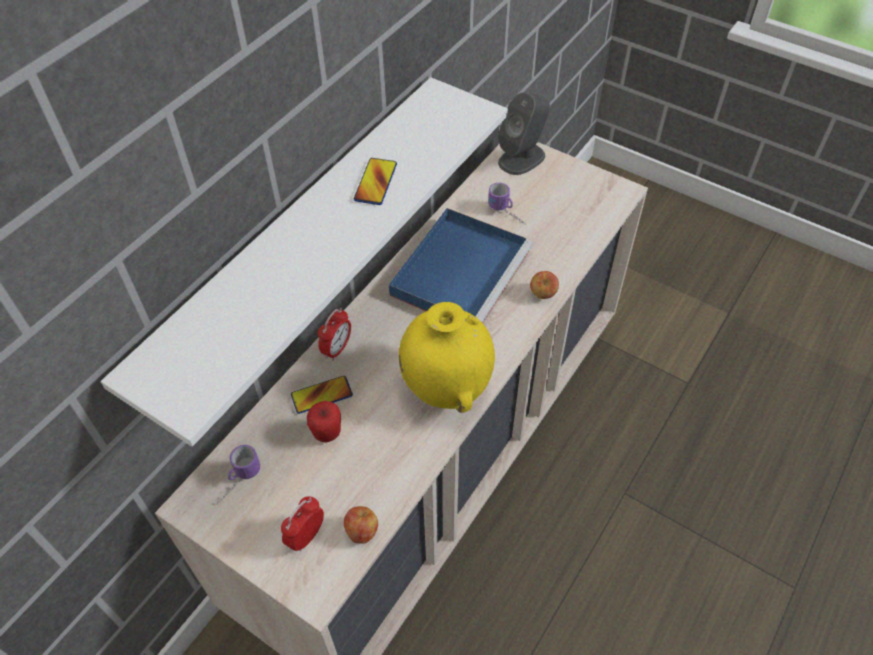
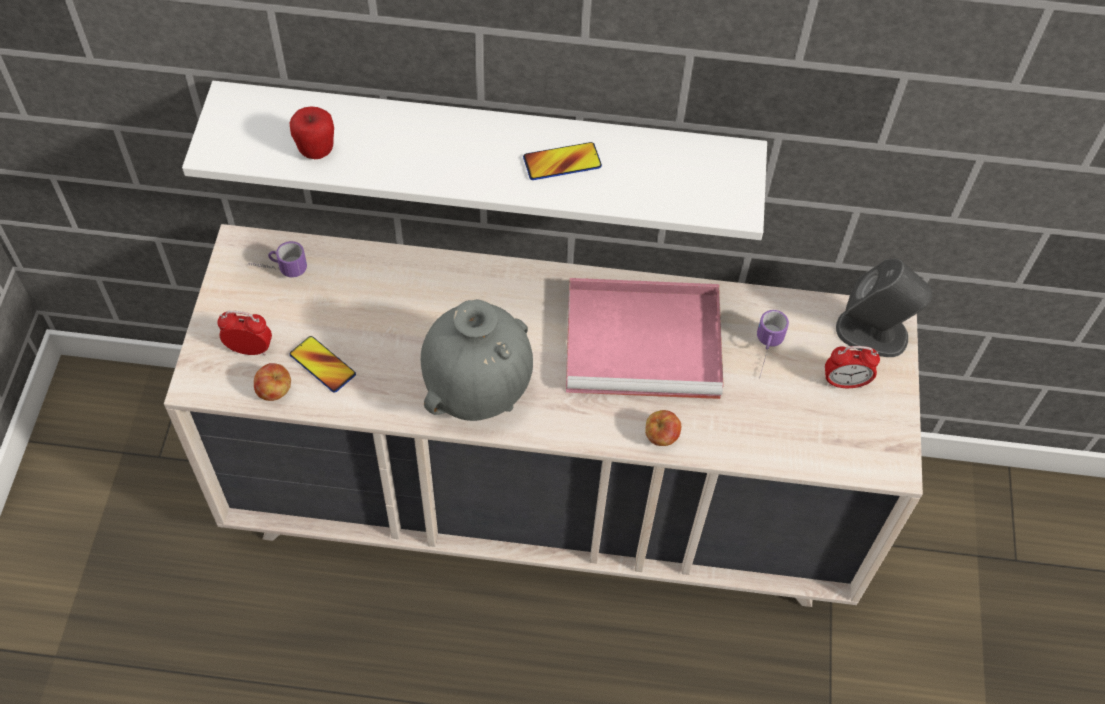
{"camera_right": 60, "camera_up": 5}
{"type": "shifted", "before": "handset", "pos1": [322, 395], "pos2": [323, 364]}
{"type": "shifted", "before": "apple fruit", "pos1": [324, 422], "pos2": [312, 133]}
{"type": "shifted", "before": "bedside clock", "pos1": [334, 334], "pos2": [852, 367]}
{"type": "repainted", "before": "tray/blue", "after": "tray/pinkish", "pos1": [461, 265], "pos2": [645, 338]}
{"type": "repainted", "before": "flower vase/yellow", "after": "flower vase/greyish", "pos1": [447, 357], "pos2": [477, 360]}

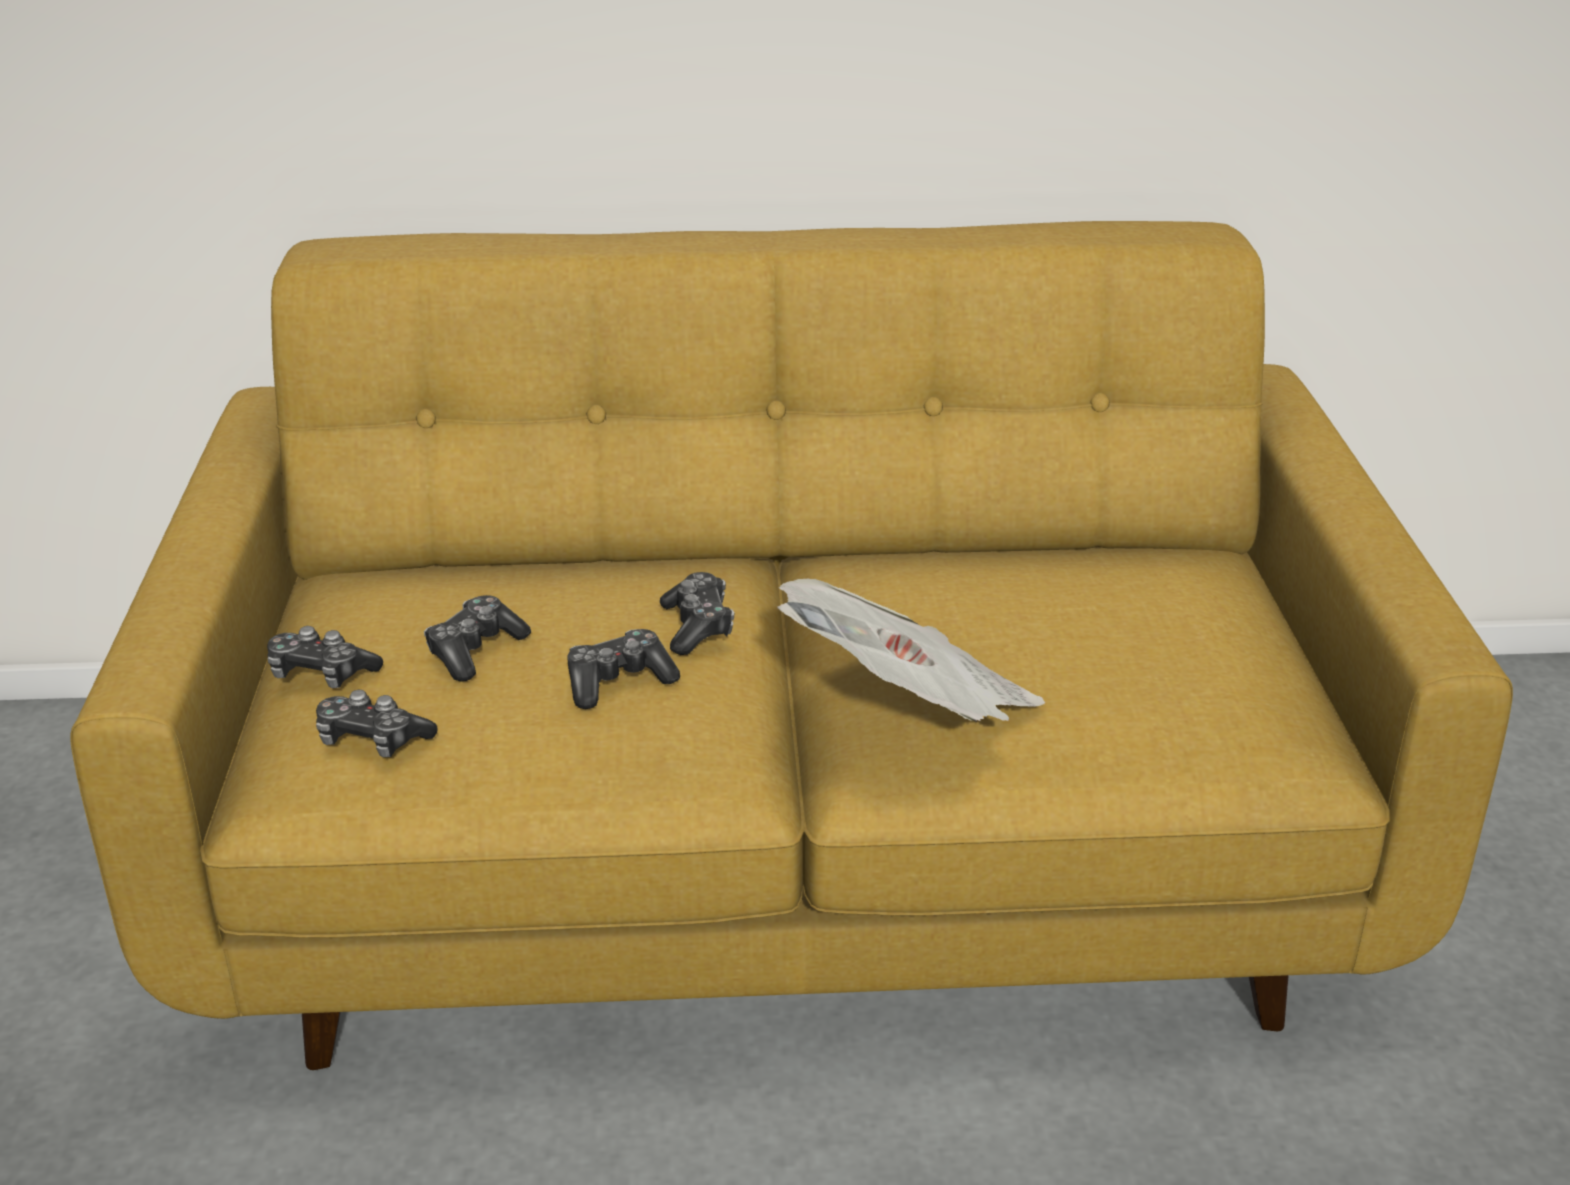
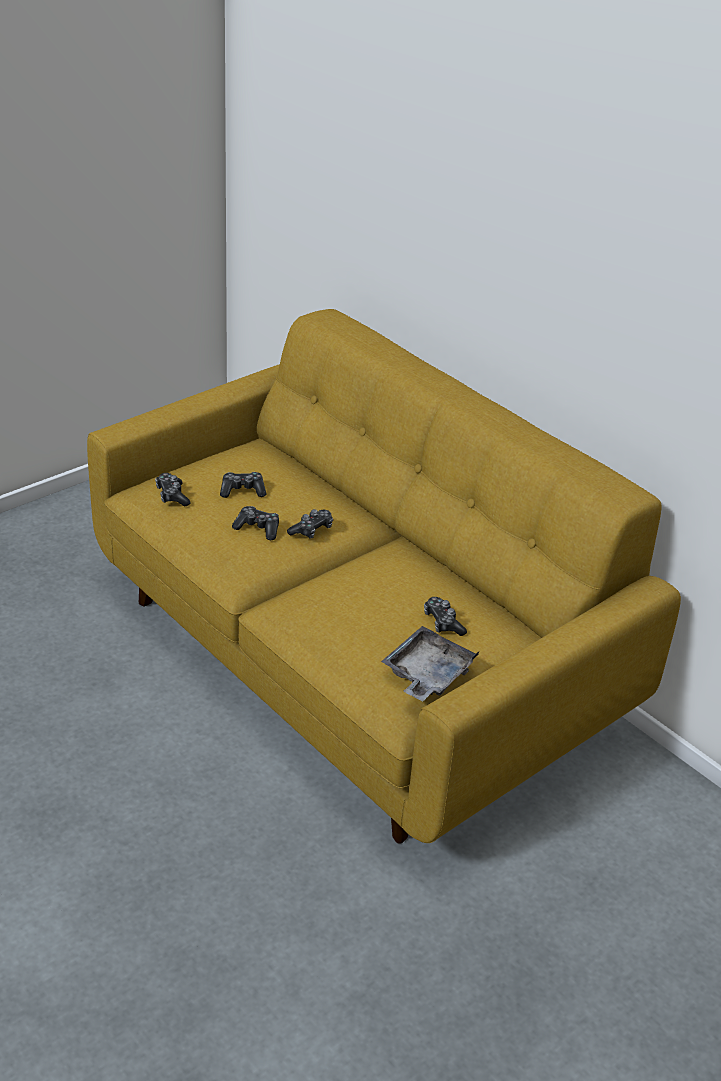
{"camera_right": 50, "camera_up": 5}
{"type": "shifted", "before": "game controller", "pos1": [325, 657], "pos2": [445, 616]}
{"type": "gone", "before": "newspaper", "pos1": [911, 650]}
{"type": "new", "after": "tray/greyish", "pos2": [430, 663]}

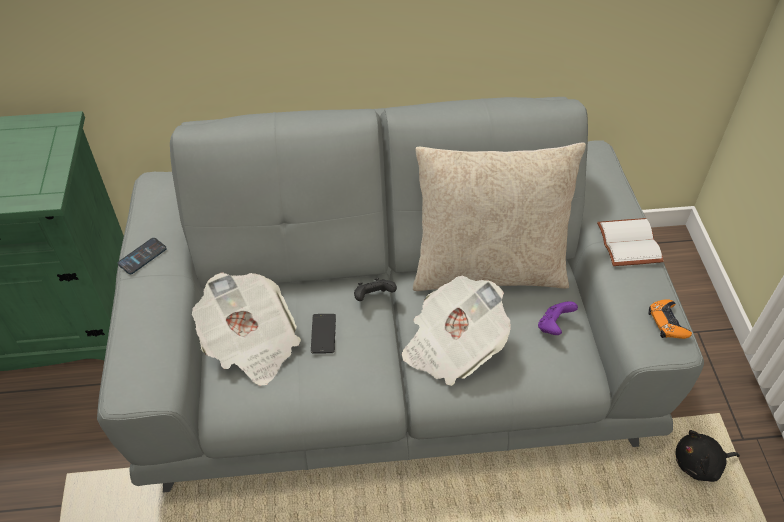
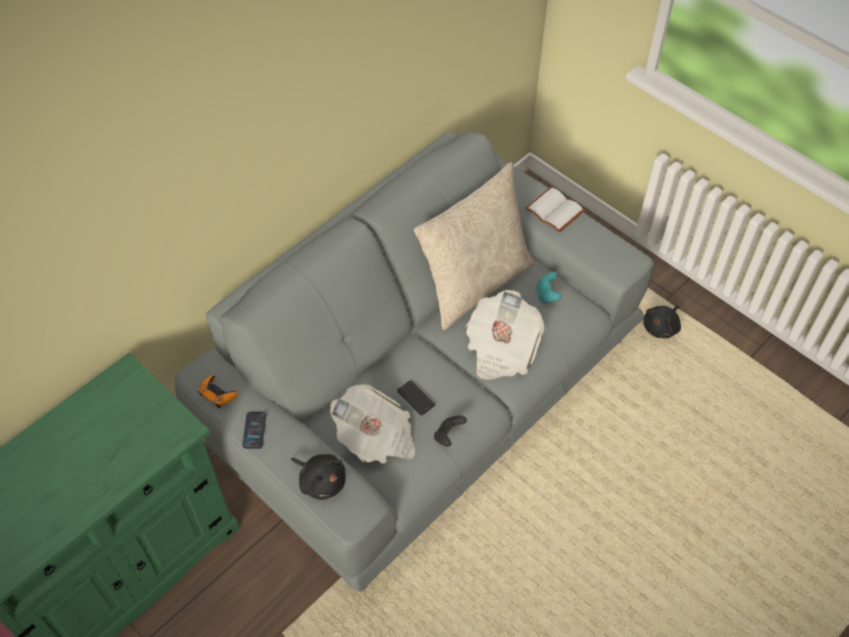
{"camera_right": -40, "camera_up": 5}
{"type": "shifted", "before": "game controller/blackish", "pos1": [375, 289], "pos2": [450, 430]}
{"type": "repainted", "before": "game controller/purple-coloured", "after": "game controller/blue-green", "pos1": [558, 318], "pos2": [549, 287]}
{"type": "shifted", "before": "game controller/orange", "pos1": [670, 319], "pos2": [217, 392]}
{"type": "new", "after": "soft toy/blackish", "pos2": [318, 477]}

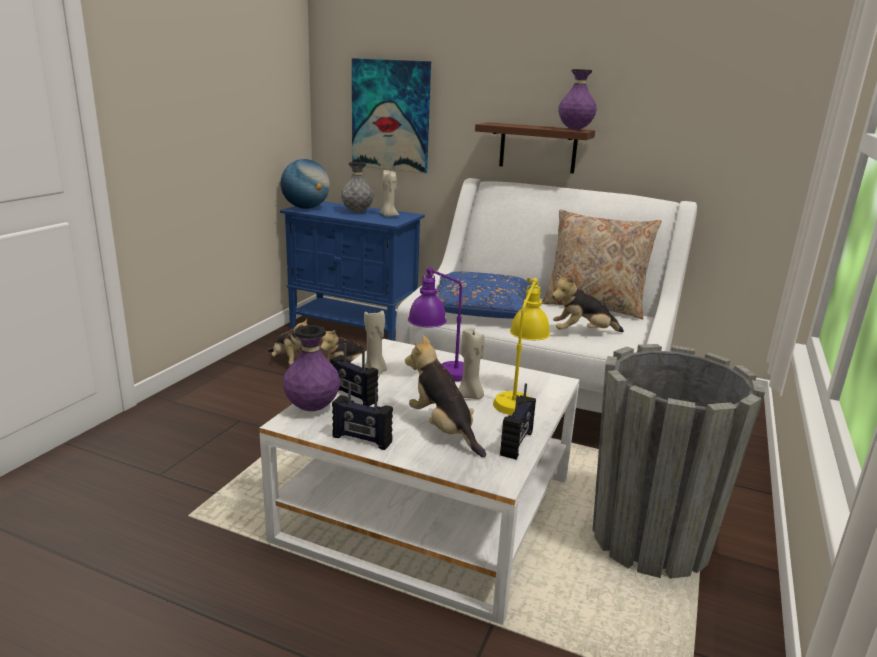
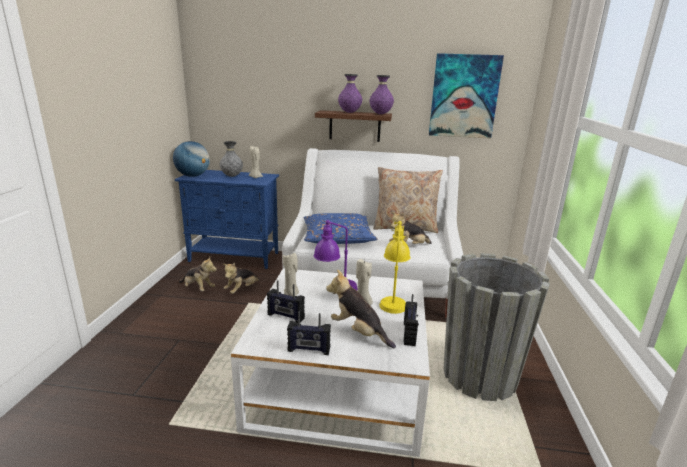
{"camera_right": -15, "camera_up": 0}
{"type": "shifted", "before": "flower vase/purple-coloured", "pos1": [311, 368], "pos2": [350, 93]}
{"type": "shifted", "before": "wall picture", "pos1": [391, 115], "pos2": [466, 95]}

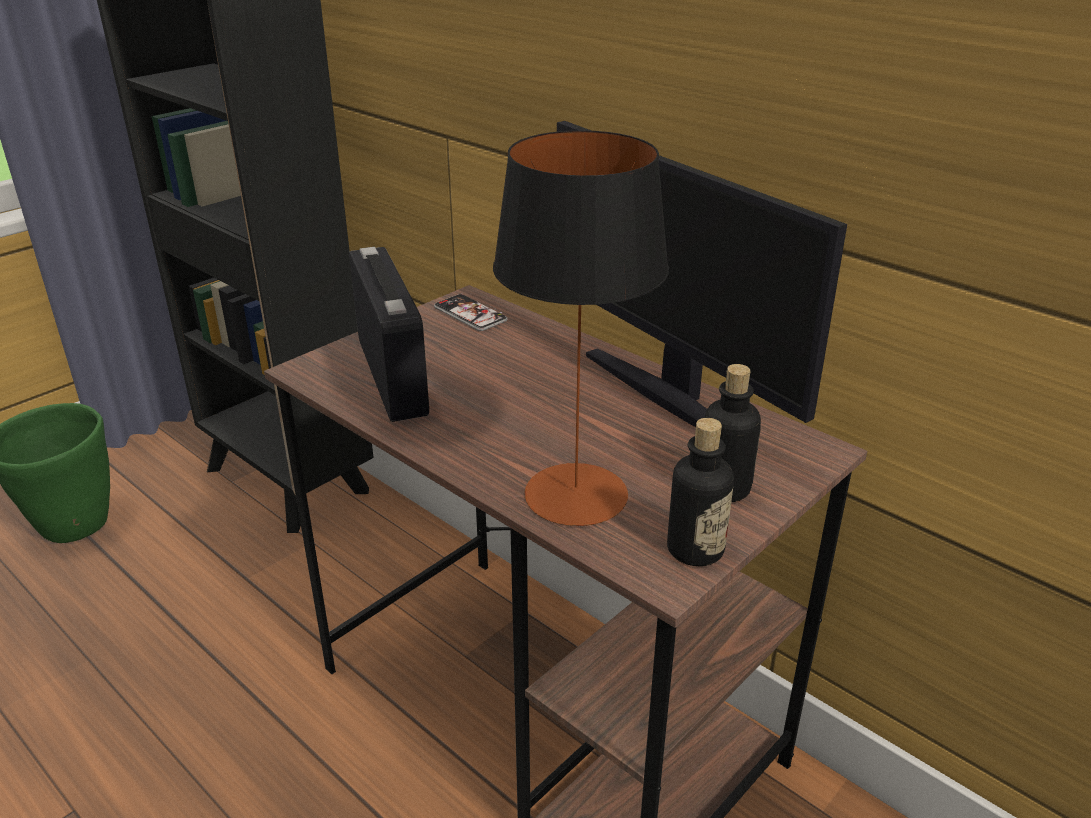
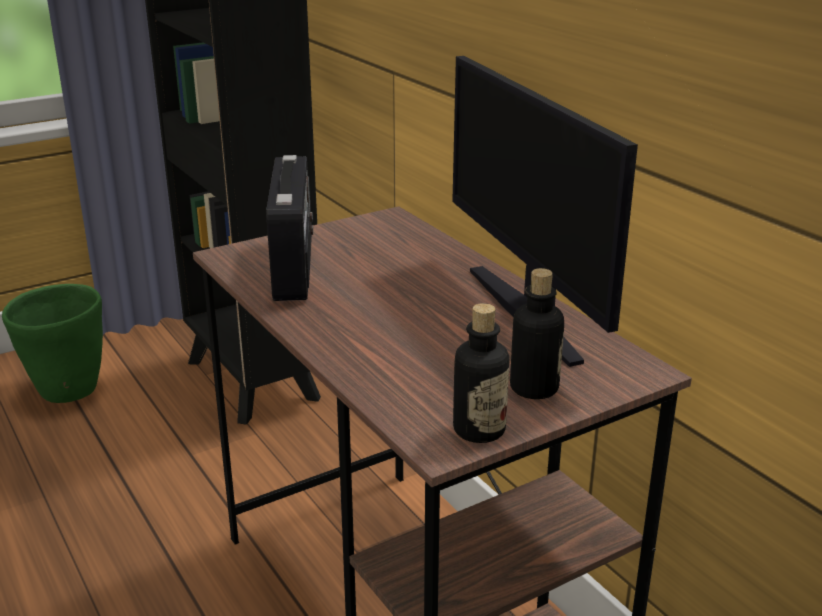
{"camera_right": 15, "camera_up": -5}
{"type": "gone", "before": "handset", "pos1": [470, 312]}
{"type": "gone", "before": "lamp for a table", "pos1": [581, 328]}

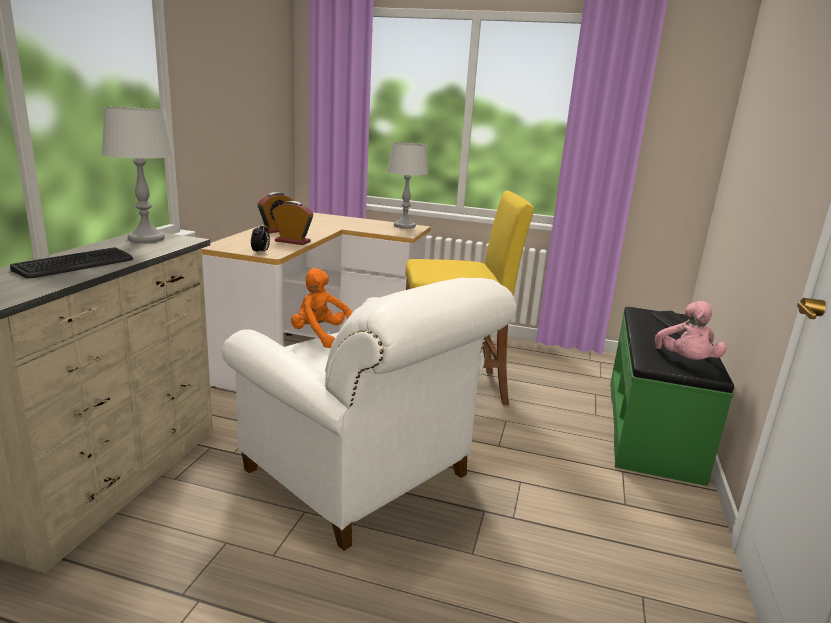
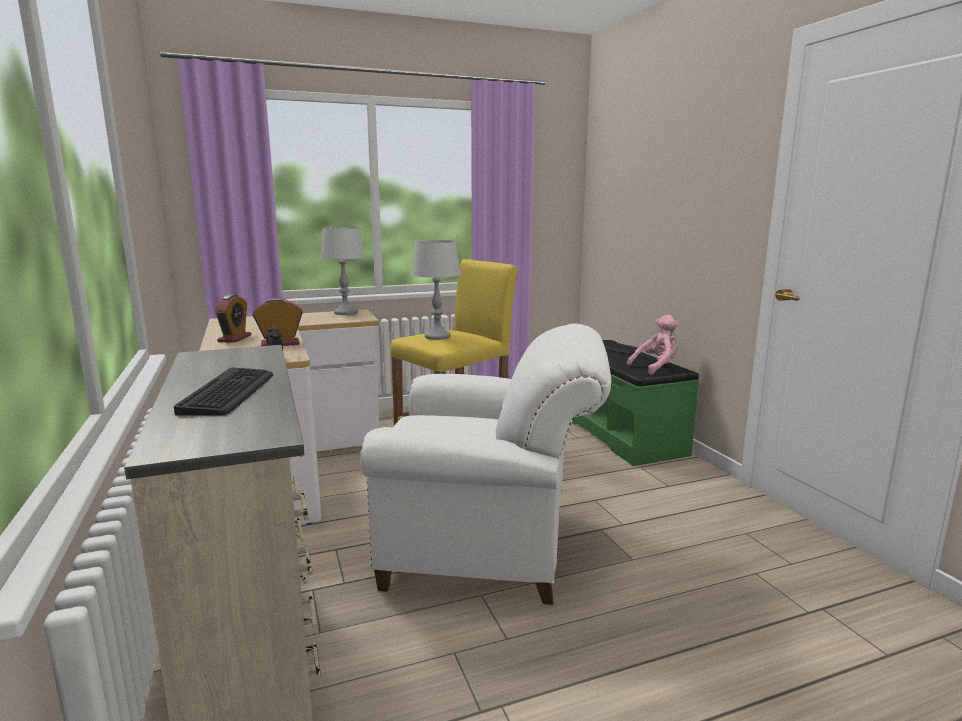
{"camera_right": -35, "camera_up": -5}
{"type": "shifted", "before": "lamp for a table/greyish", "pos1": [138, 175], "pos2": [436, 290]}
{"type": "gone", "before": "soft toy/orange", "pos1": [322, 308]}
{"type": "rotated", "before": "soft toy/pinkish", "pos1": [691, 330], "pos2": [653, 345], "turn": -90}

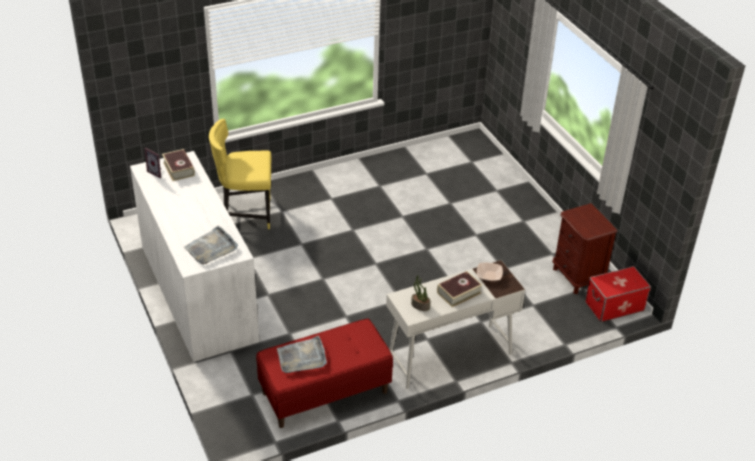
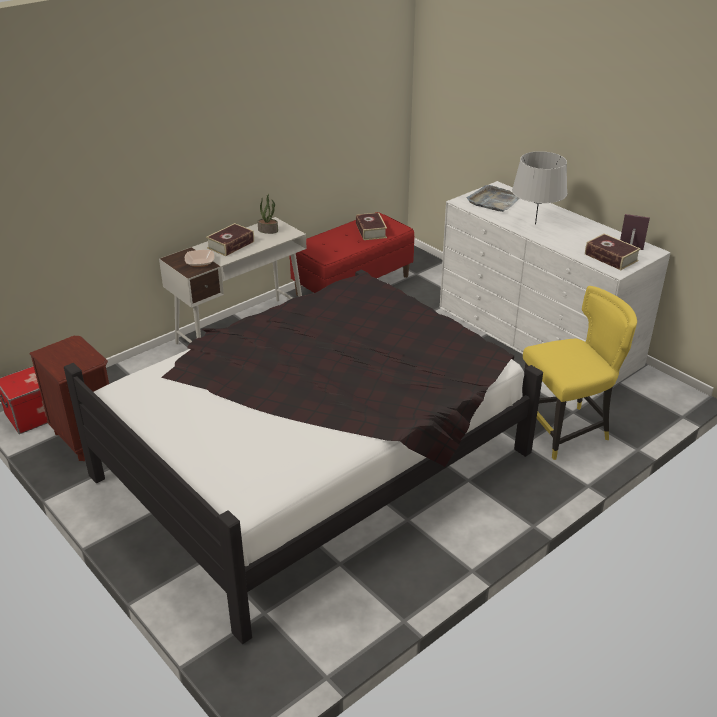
{"camera_right": 165, "camera_up": -5}
{"type": "swapped", "before": "tray/greyish", "after": "bound book", "pos1": [302, 354], "pos2": [371, 226]}
{"type": "new", "after": "bedroom bed/blackish", "pos2": [303, 456]}
{"type": "new", "after": "lamp for a table/greyish", "pos2": [539, 187]}

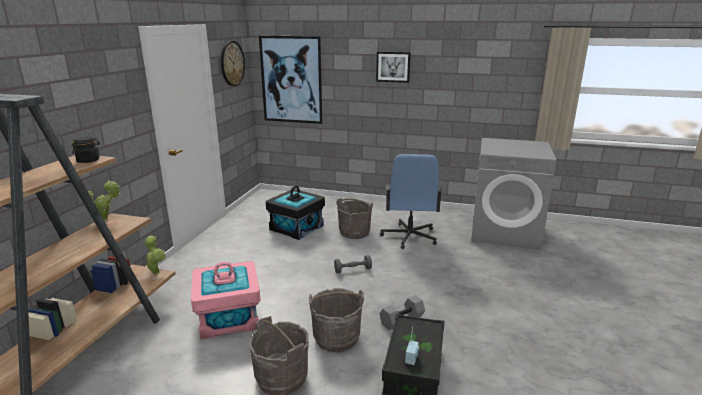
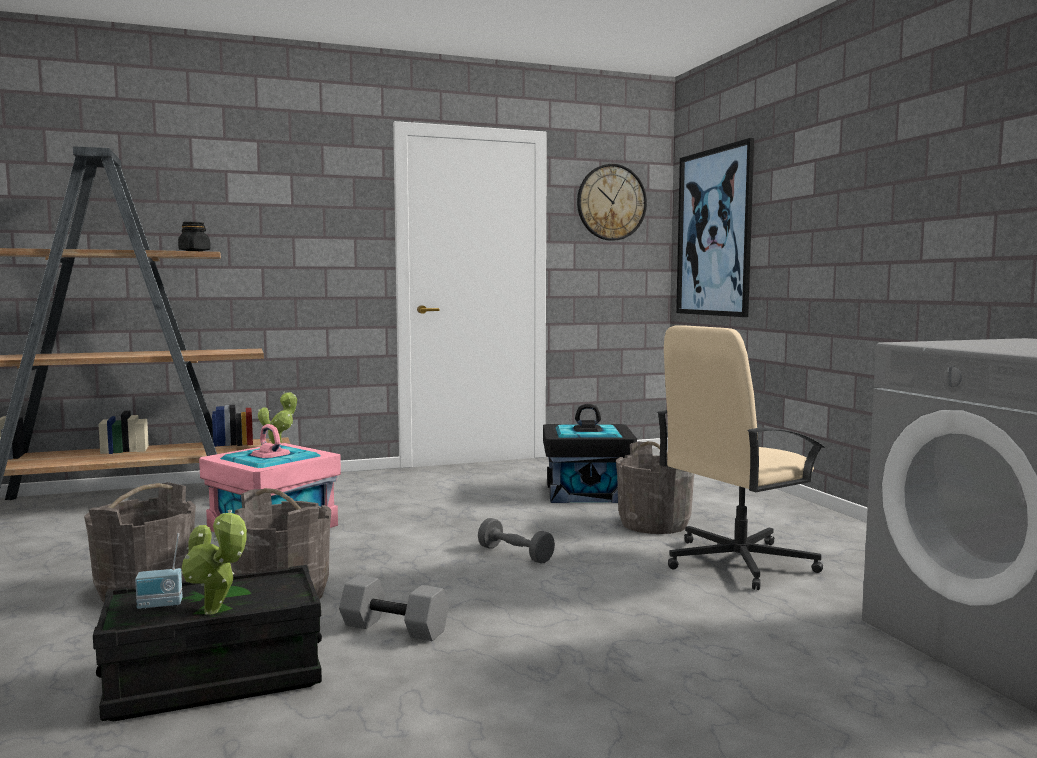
{"camera_right": 55, "camera_up": -15}
{"type": "shifted", "before": "plant in a pot", "pos1": [104, 200], "pos2": [214, 562]}
{"type": "gone", "before": "wall picture", "pos1": [393, 67]}
{"type": "repainted", "before": "desk chair/blue", "after": "desk chair/beige-coloured", "pos1": [411, 201], "pos2": [740, 457]}

